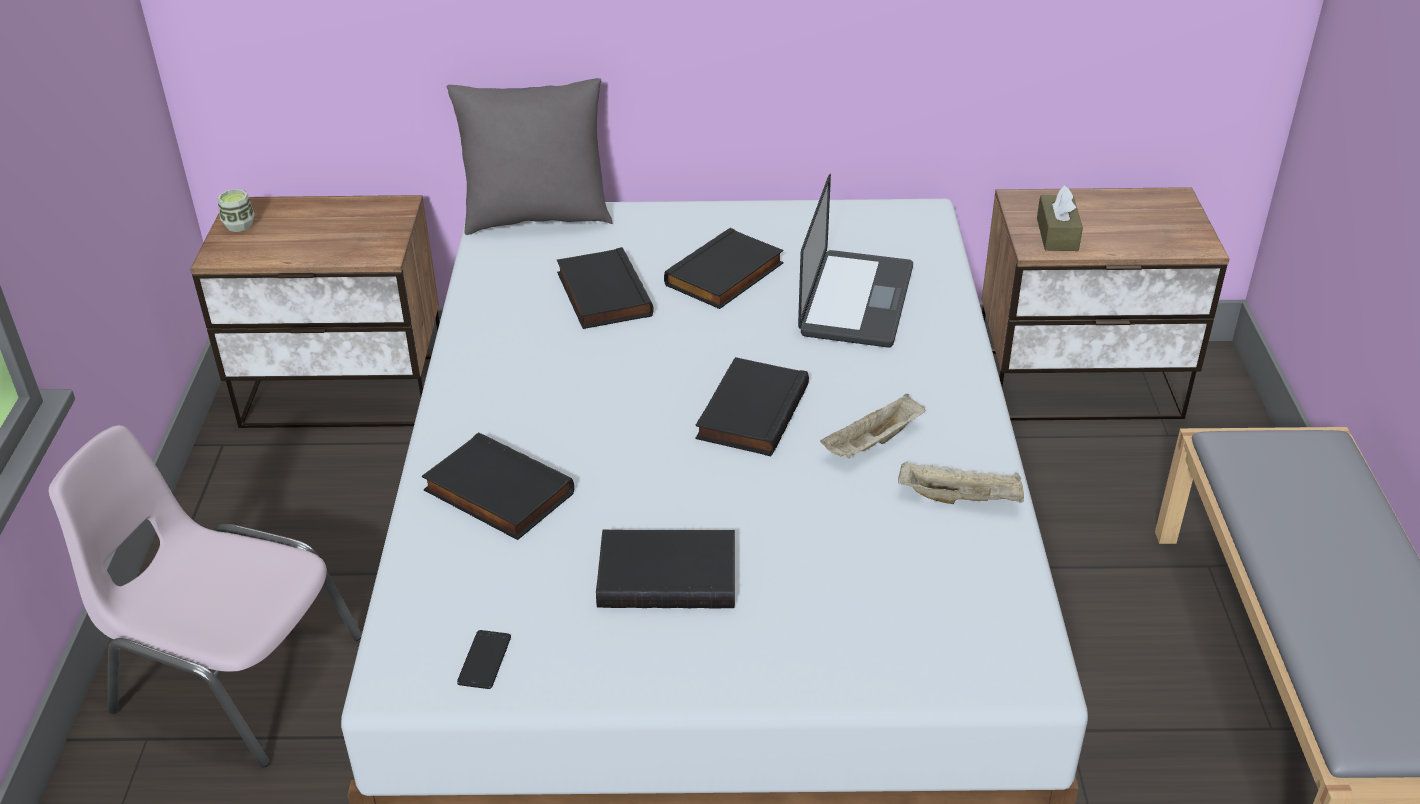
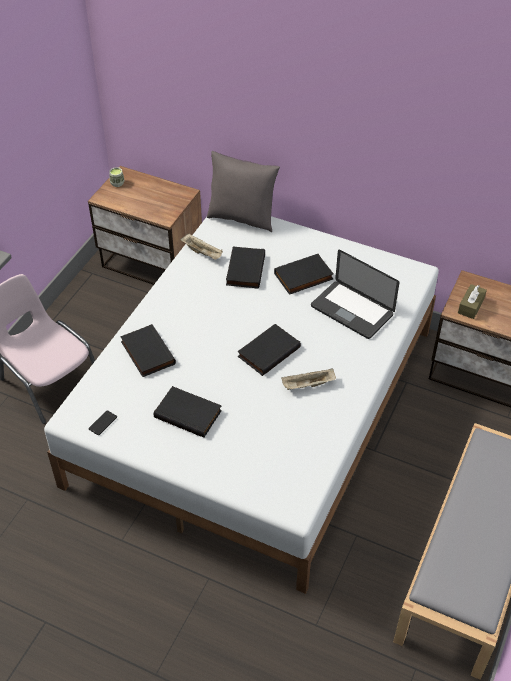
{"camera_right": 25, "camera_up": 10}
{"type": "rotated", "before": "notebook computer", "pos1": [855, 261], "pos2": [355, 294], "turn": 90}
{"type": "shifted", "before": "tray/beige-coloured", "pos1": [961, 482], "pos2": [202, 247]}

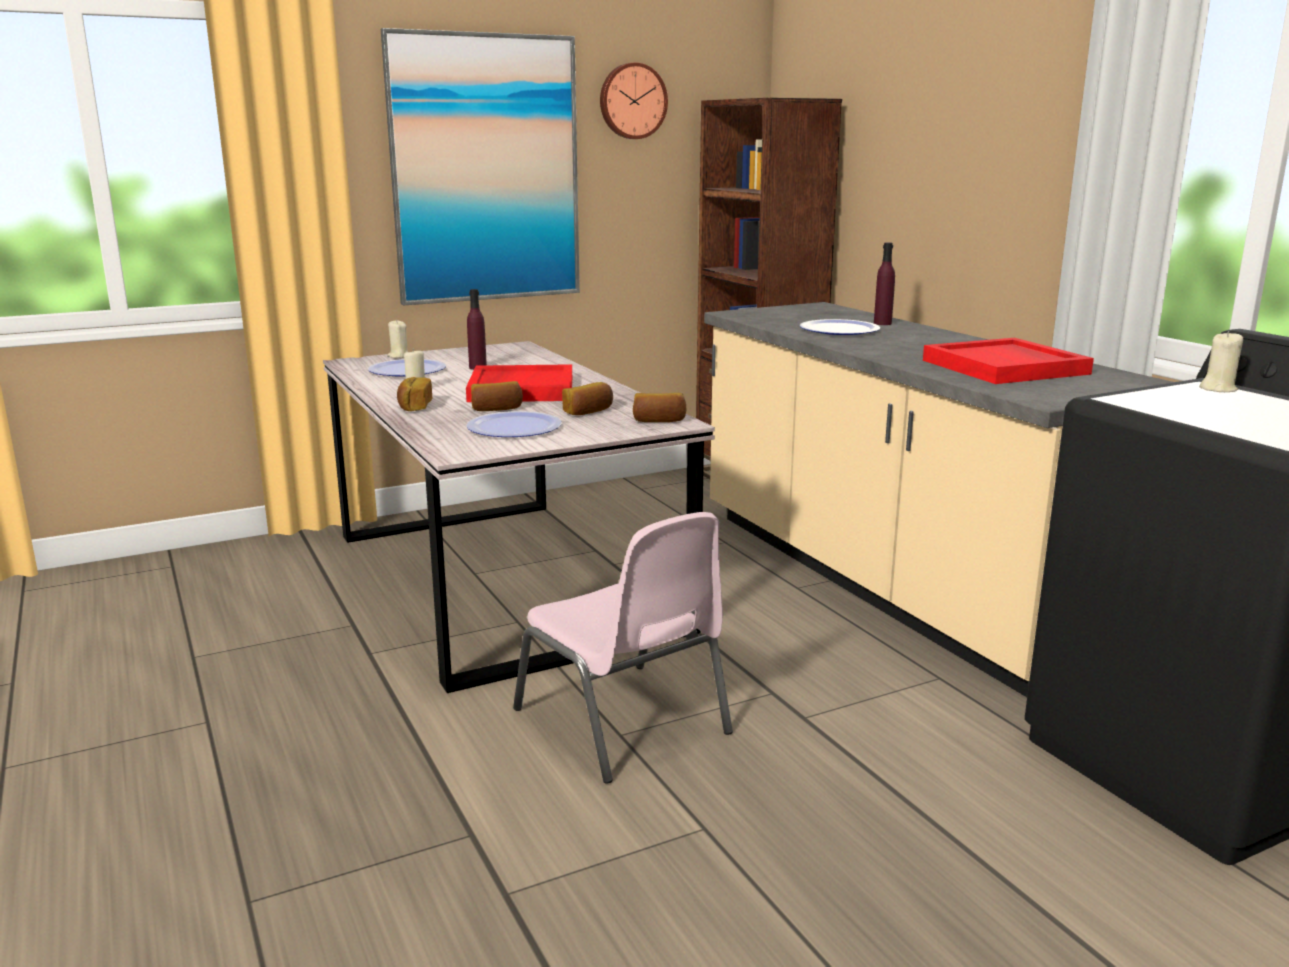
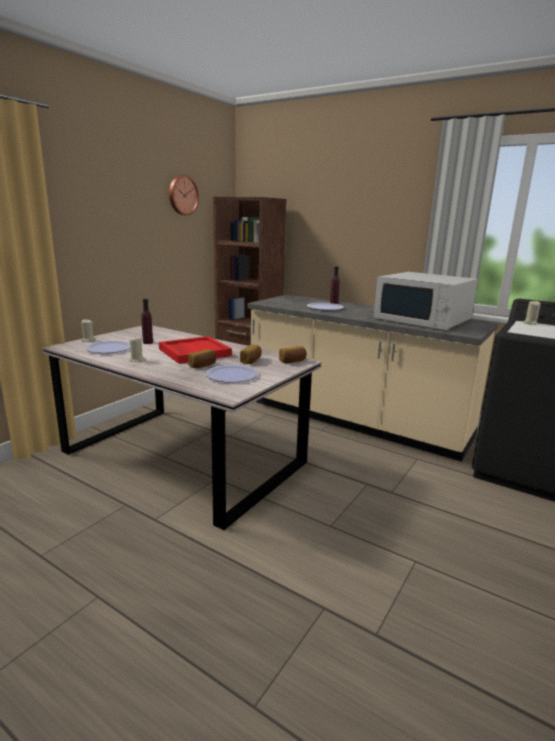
{"camera_right": -30, "camera_up": 0}
{"type": "gone", "before": "wall picture", "pos1": [480, 167]}
{"type": "gone", "before": "bread", "pos1": [414, 394]}
{"type": "gone", "before": "chair/pinkish", "pos1": [623, 647]}
{"type": "swapped", "before": "tray/red", "after": "microwave oven/white", "pos1": [1008, 361], "pos2": [426, 301]}

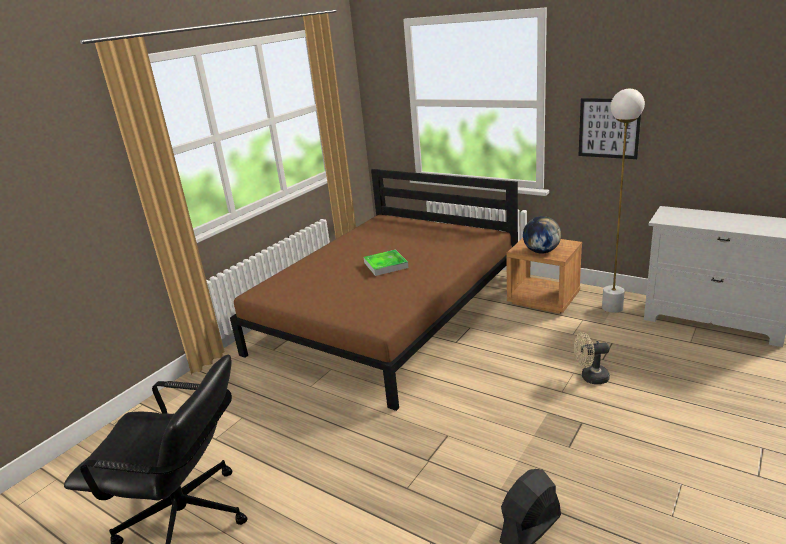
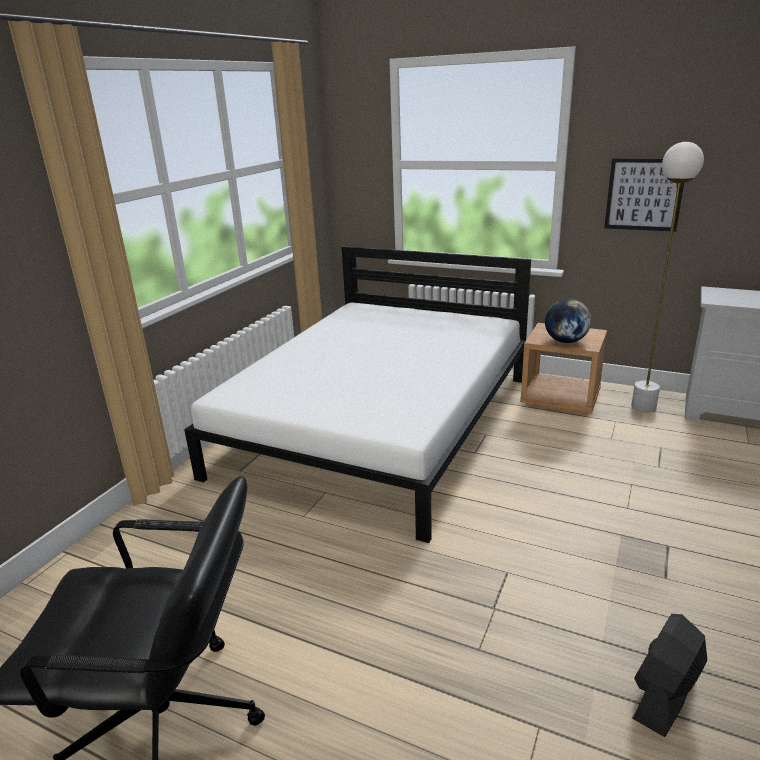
{"camera_right": -10, "camera_up": 0}
{"type": "repainted", "before": "bedroom bed/brownish", "after": "bedroom bed/white", "pos1": [374, 290], "pos2": [357, 394]}
{"type": "gone", "before": "tray", "pos1": [386, 263]}
{"type": "gone", "before": "electric fan/beige-coloured", "pos1": [592, 358]}

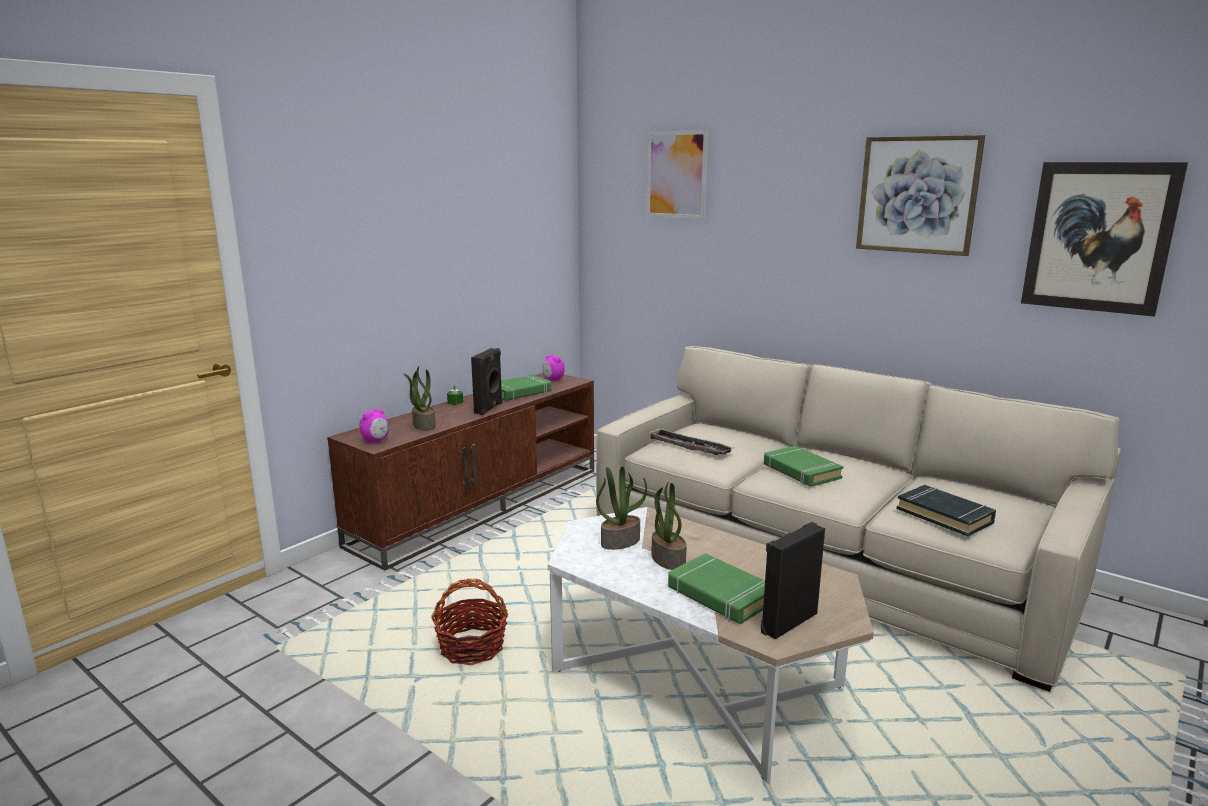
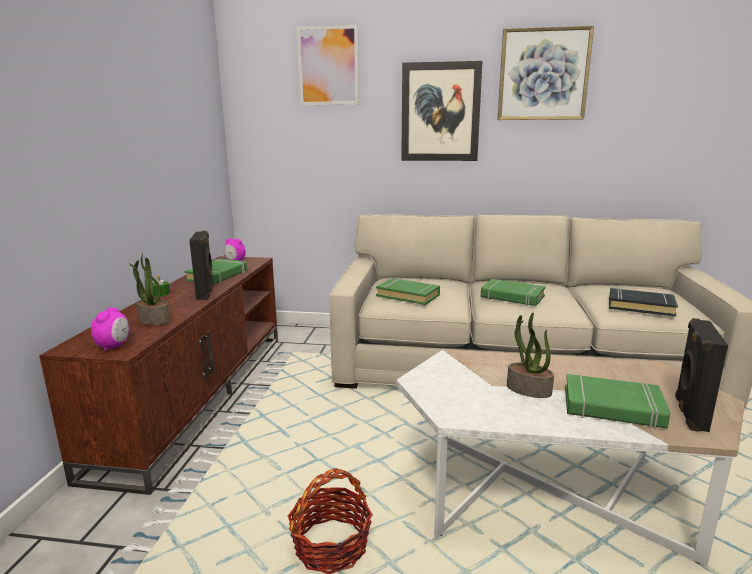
{"camera_right": -30, "camera_up": 0}
{"type": "gone", "before": "plant in a pot", "pos1": [621, 508]}
{"type": "swapped", "before": "tray", "after": "bound book/green", "pos1": [690, 441], "pos2": [408, 291]}
{"type": "shifted", "before": "wall picture", "pos1": [1104, 239], "pos2": [441, 111]}

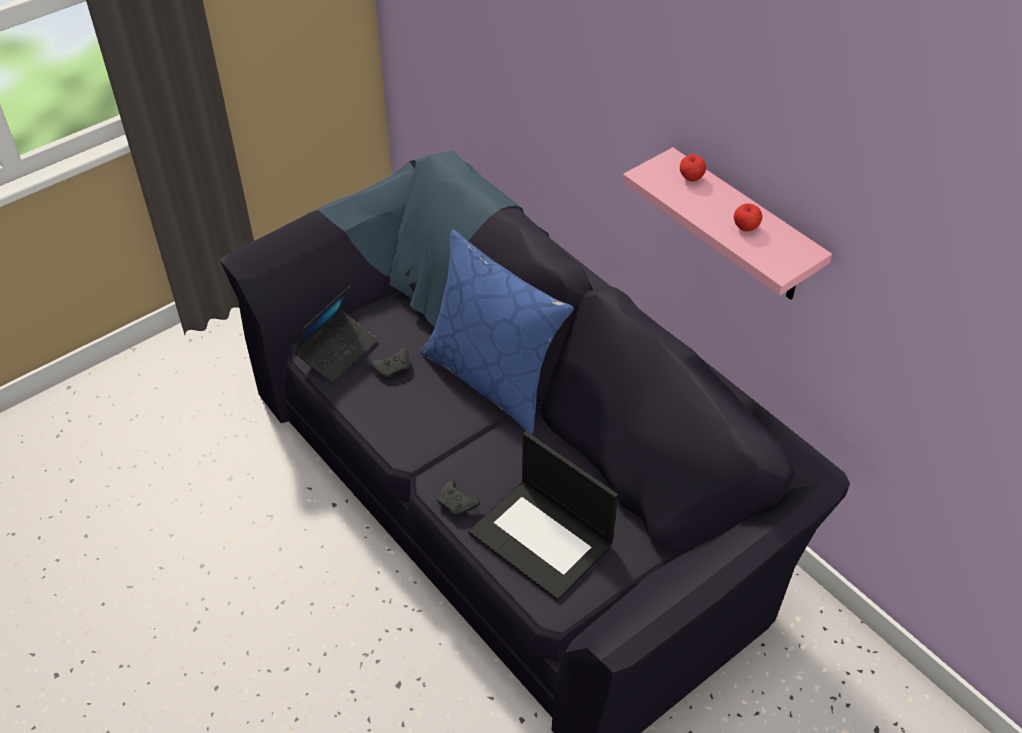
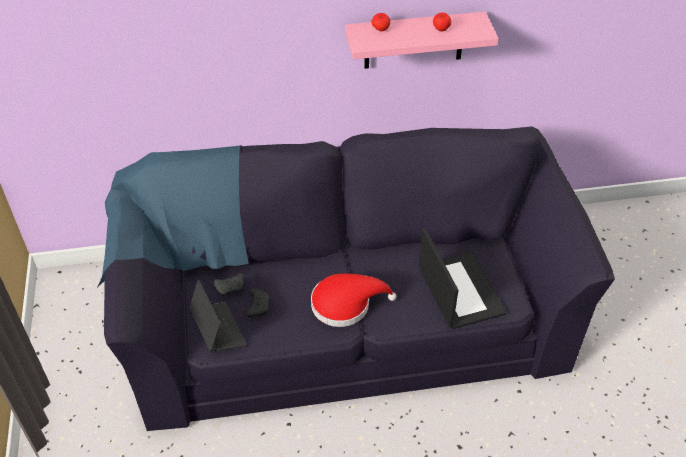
{"camera_right": -60, "camera_up": 0}
{"type": "gone", "before": "cushion/blue", "pos1": [497, 332]}
{"type": "shifted", "before": "game controller/blackish", "pos1": [458, 498], "pos2": [228, 285]}
{"type": "rotated", "before": "notebook computer", "pos1": [543, 516], "pos2": [462, 278], "turn": -90}
{"type": "new", "after": "wearable hat/red", "pos2": [354, 300]}

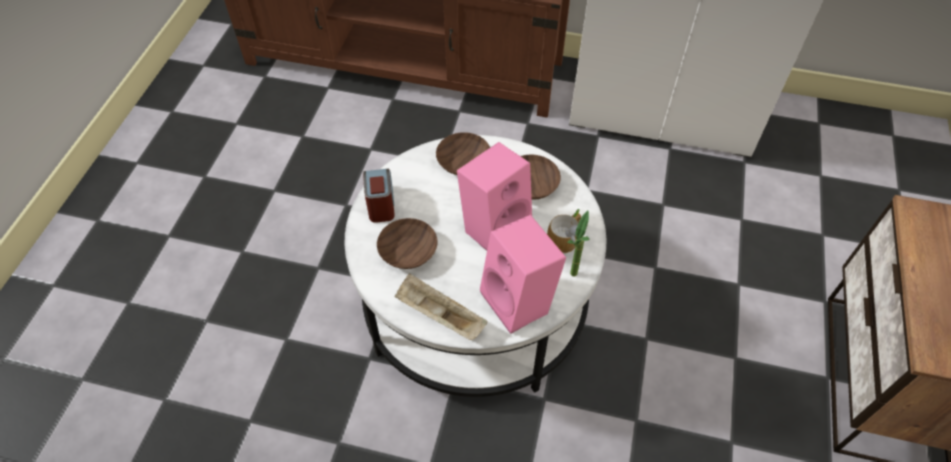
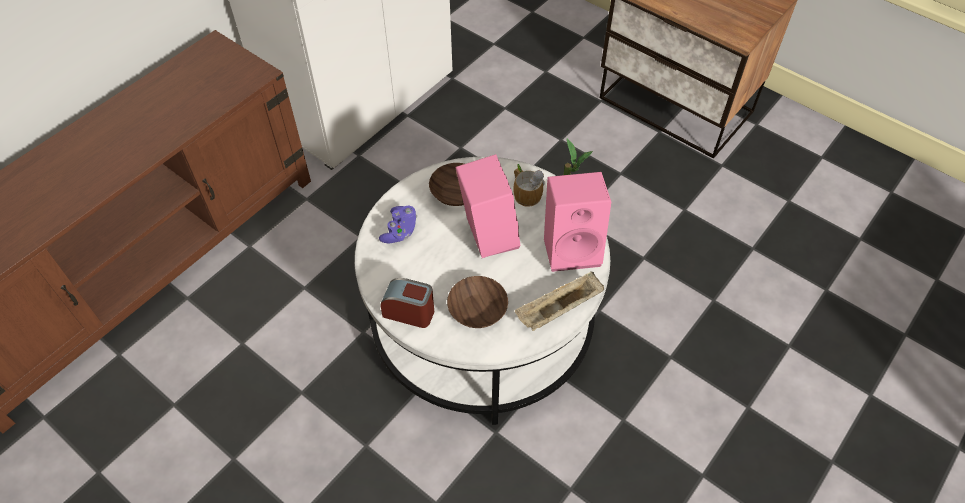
{"camera_right": -65, "camera_up": 0}
{"type": "swapped", "before": "serving bowl/brownish", "after": "game controller/purple-coloured", "pos1": [463, 153], "pos2": [398, 224]}

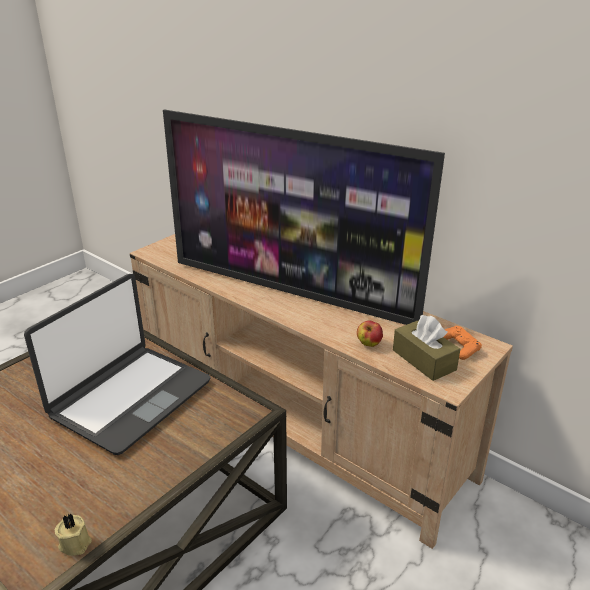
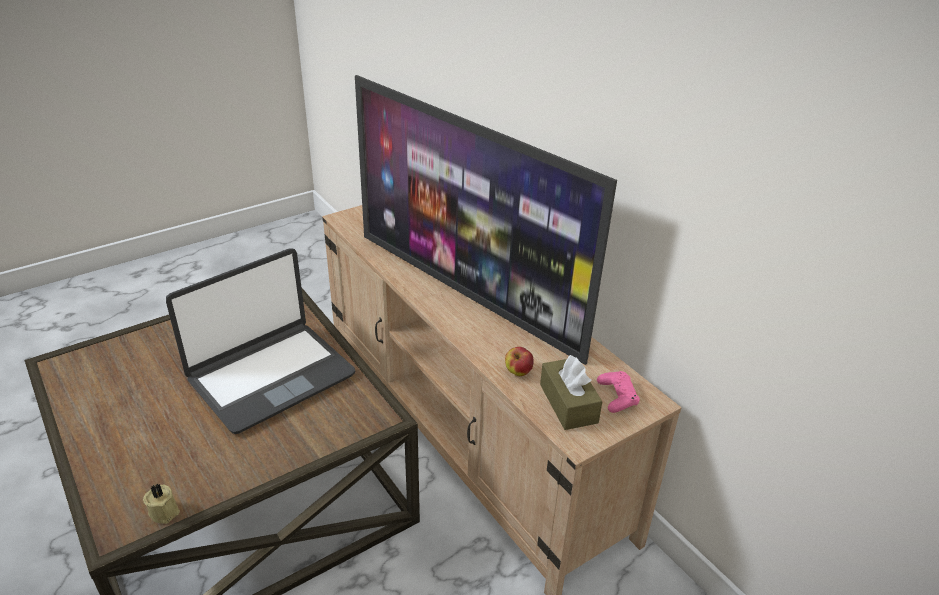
{"camera_right": 15, "camera_up": 5}
{"type": "repainted", "before": "game controller/orange", "after": "game controller/pinkish", "pos1": [463, 343], "pos2": [618, 392]}

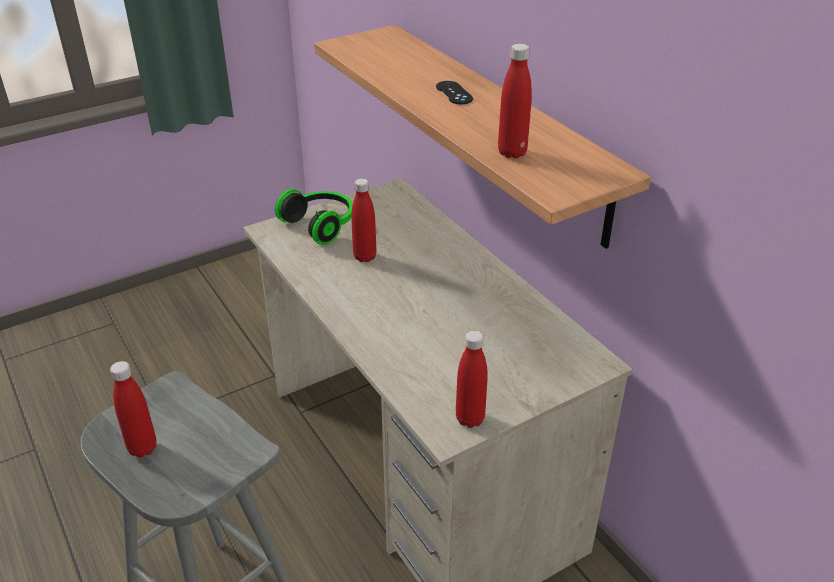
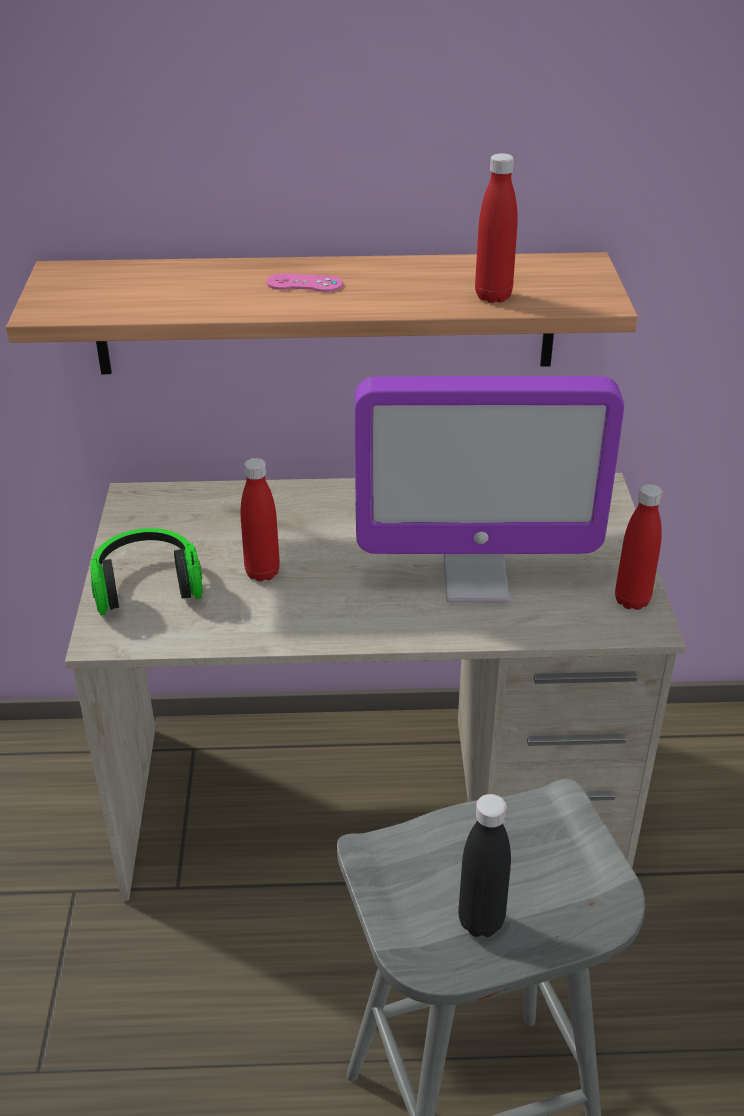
{"camera_right": -60, "camera_up": 0}
{"type": "repainted", "before": "drink bottle/red", "after": "drink bottle/blackish", "pos1": [133, 409], "pos2": [484, 865]}
{"type": "repainted", "before": "game controller/blackish", "after": "game controller/pinkish", "pos1": [454, 92], "pos2": [305, 282]}
{"type": "new", "after": "monitor", "pos2": [489, 489]}

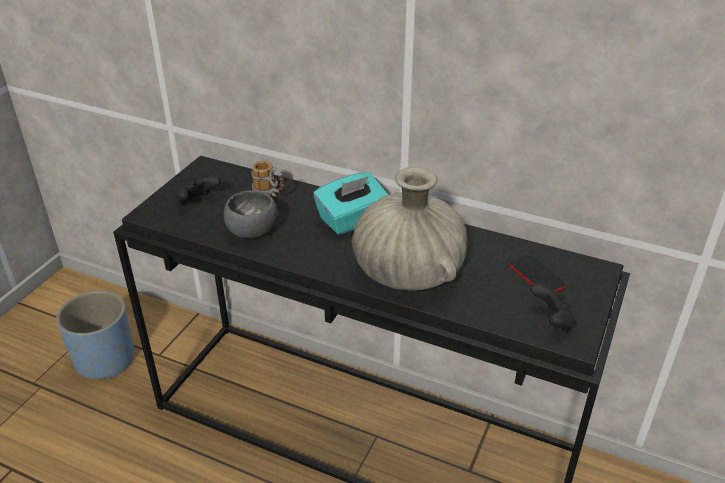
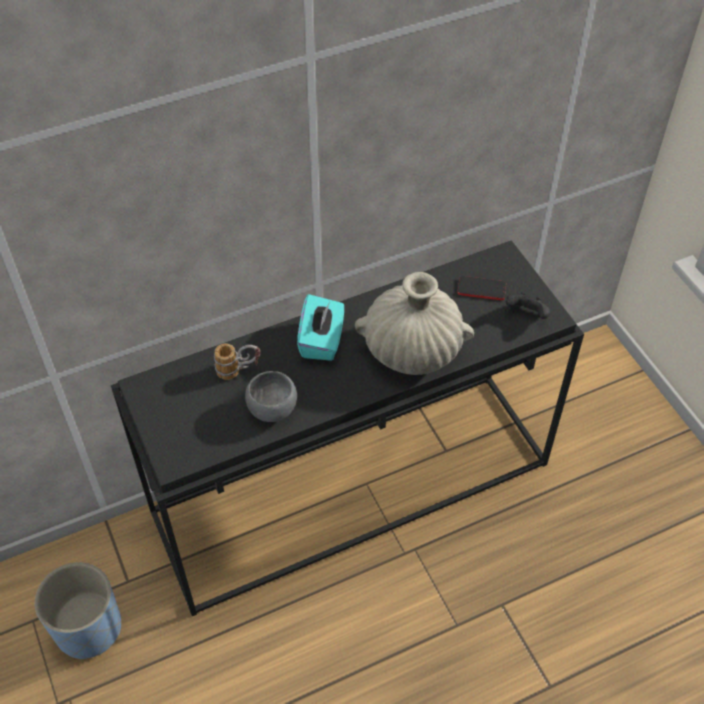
{"camera_right": -50, "camera_up": 15}
{"type": "gone", "before": "game controller/blackish", "pos1": [198, 190]}

